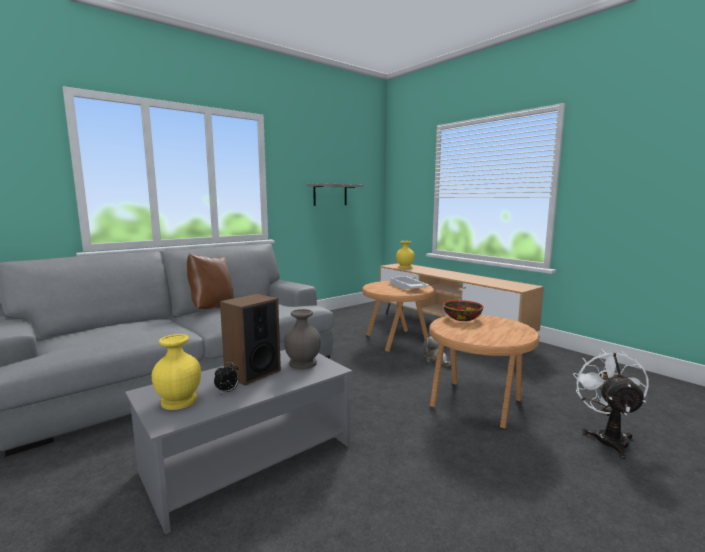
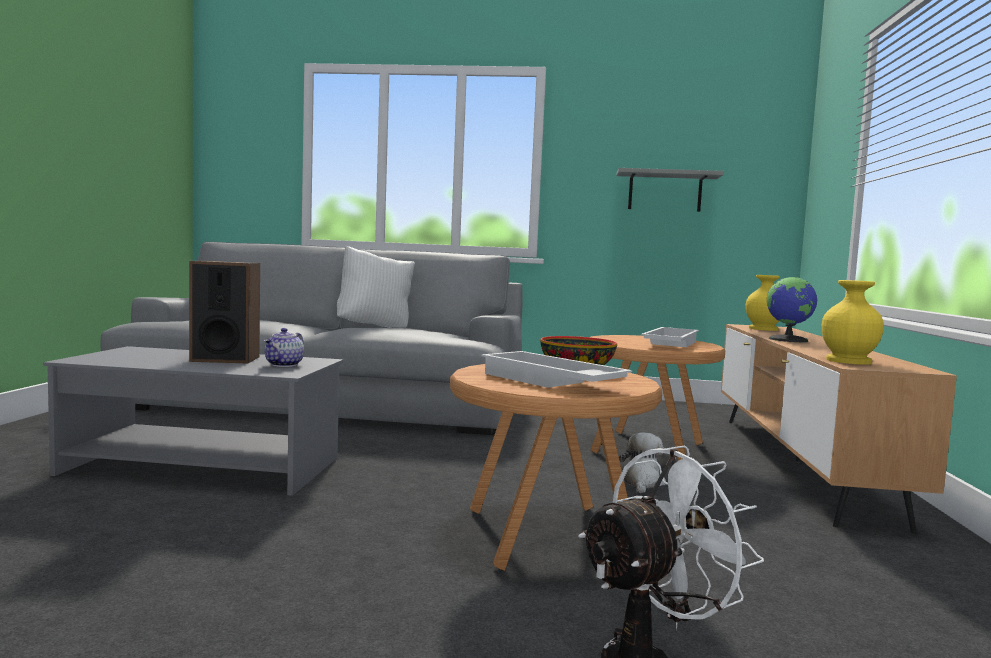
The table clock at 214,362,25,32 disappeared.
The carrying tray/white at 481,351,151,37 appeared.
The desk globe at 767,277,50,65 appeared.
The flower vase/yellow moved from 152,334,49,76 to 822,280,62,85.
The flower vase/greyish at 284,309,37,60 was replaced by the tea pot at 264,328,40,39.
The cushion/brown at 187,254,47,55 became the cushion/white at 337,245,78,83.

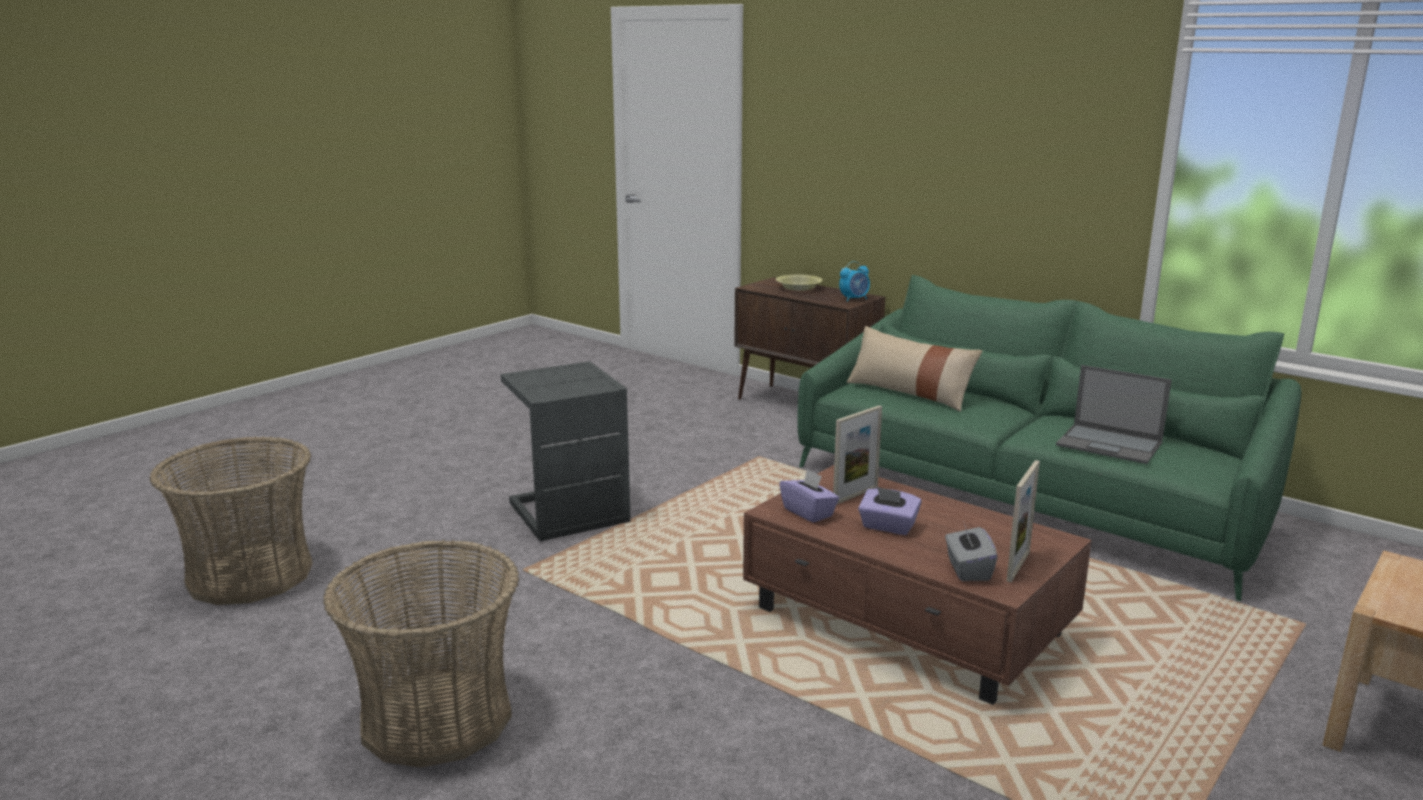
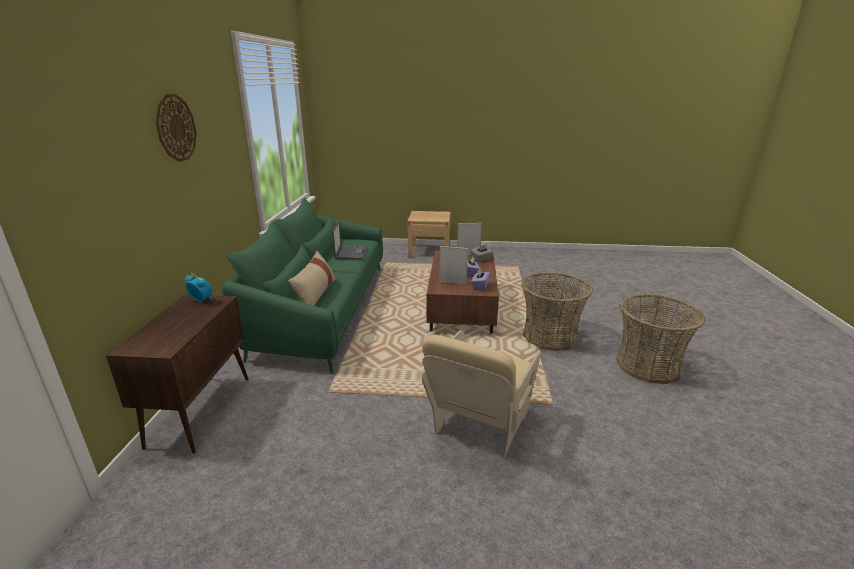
The deep dish/yellow at 776,274,47,17 disappeared.
The clock on the wall at 156,94,41,68 appeared.
The storage basket moved from 150,436,163,169 to 521,272,72,79.
The side table/greyish at 501,361,130,180 was replaced by the easy chair/beige-coloured at 422,330,119,128.

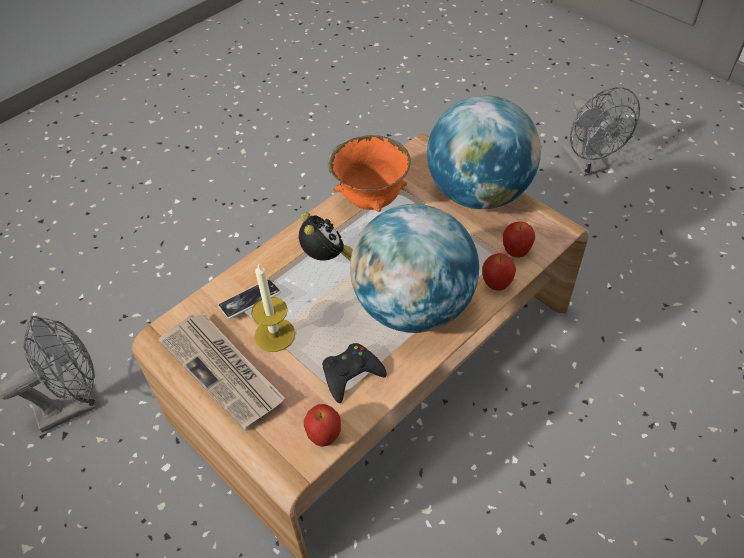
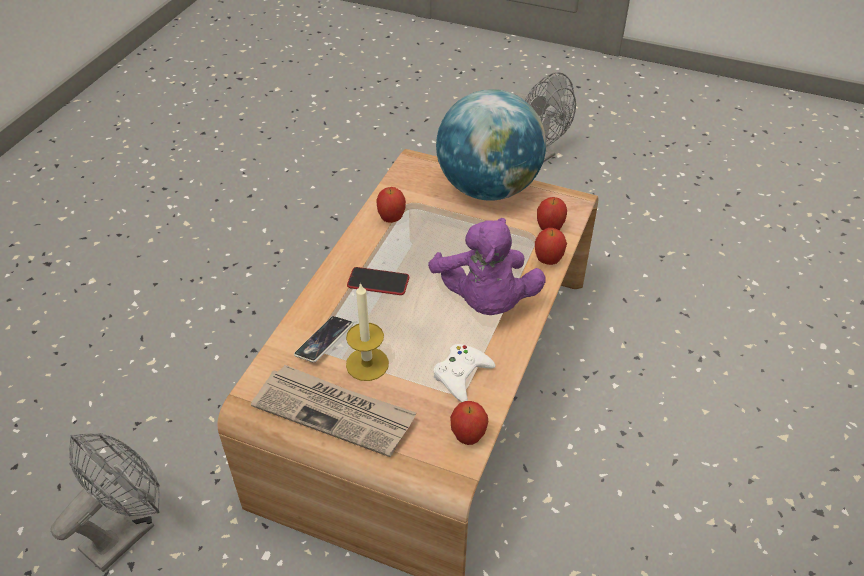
The table clock at 299,212,54,49 was replaced by the phone at 347,267,62,28.
The deep dish/orange at 328,135,83,77 was replaced by the whole apple at 376,187,30,36.
The desk globe at 350,204,129,129 was replaced by the cuddly toy/purplish at 428,218,118,97.
The gamepad/blackish at 322,343,65,60 became the gamepad/white at 433,344,62,58.

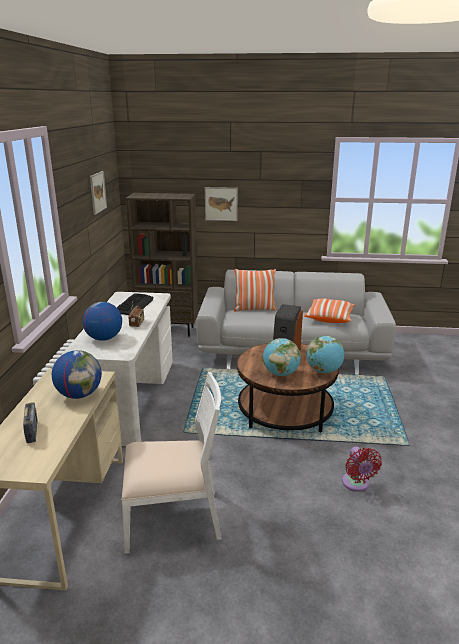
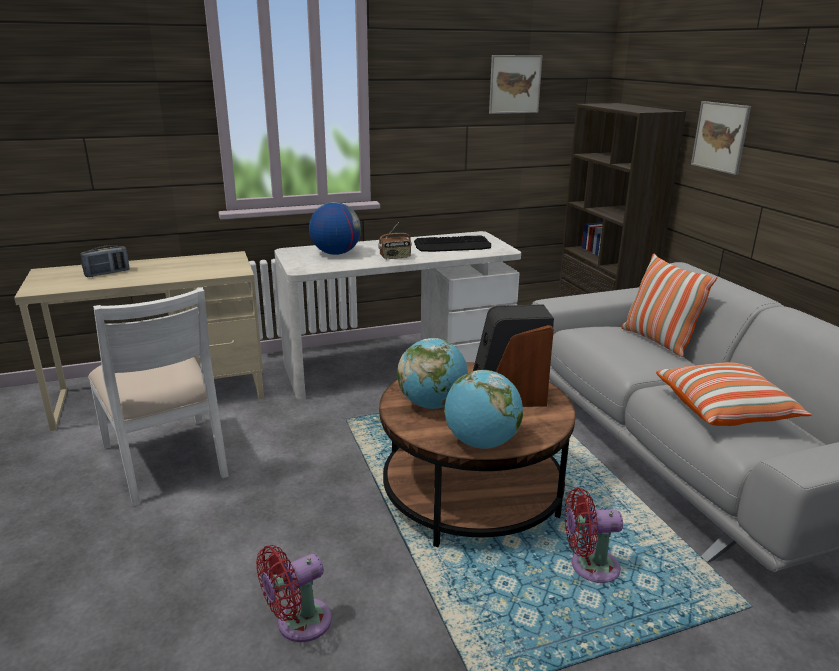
The desk globe at 52,350,50,49 disappeared.
The electric fan/red at 565,488,58,95 appeared.

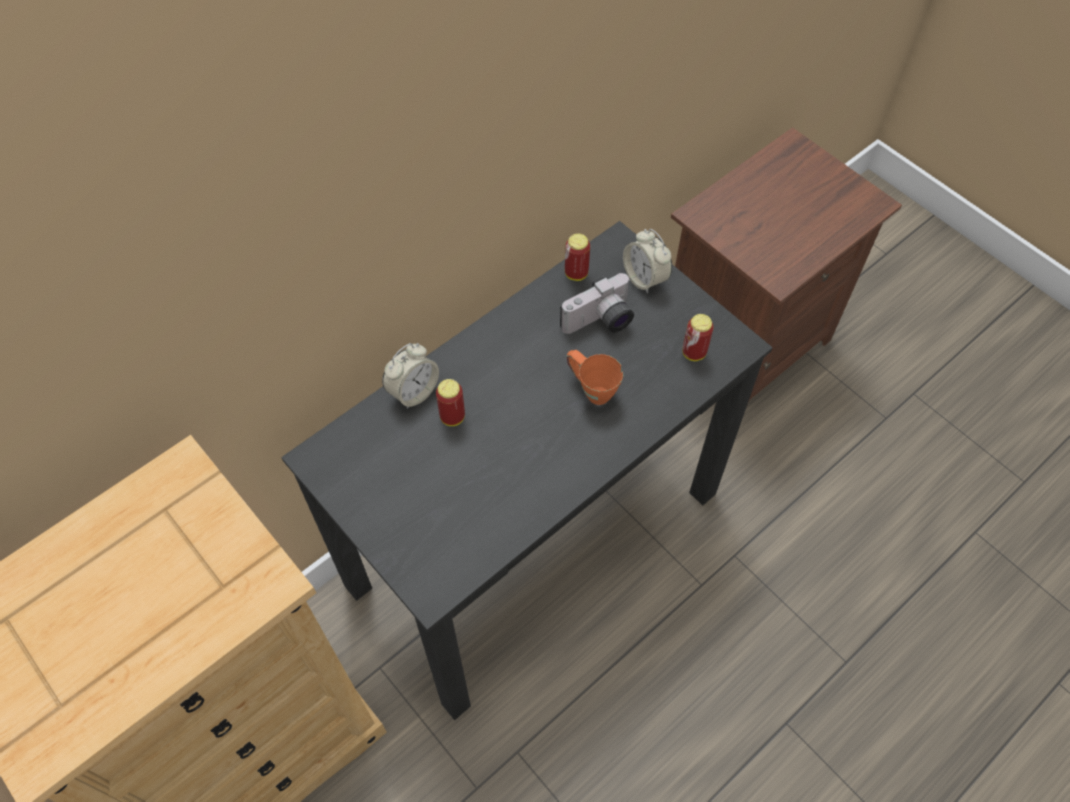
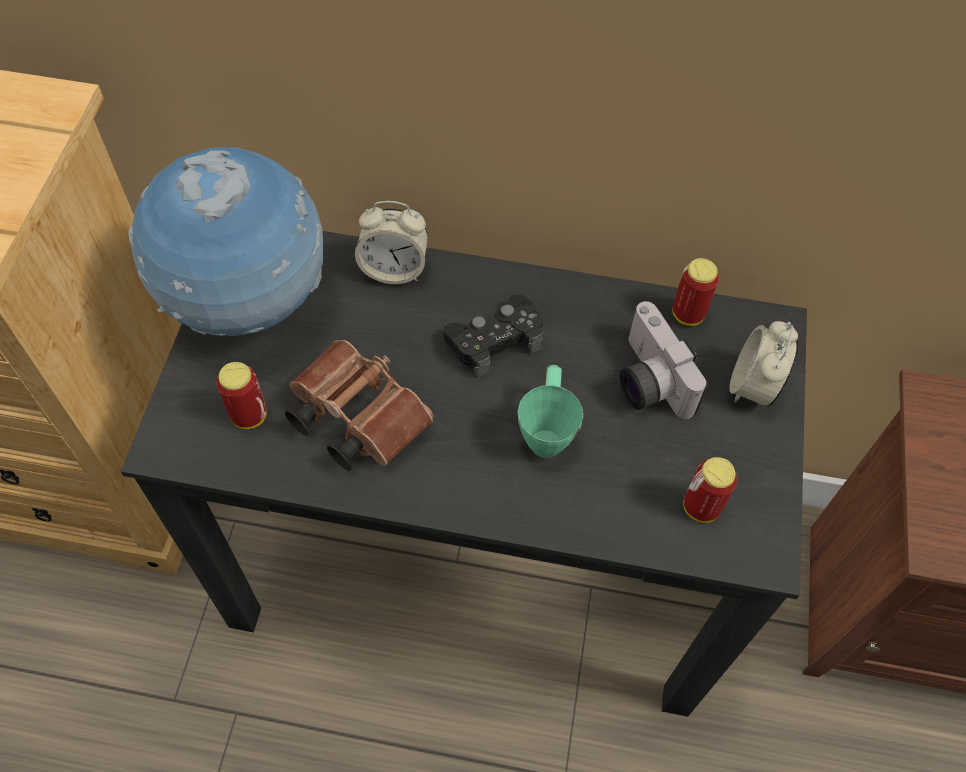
The desk globe at 129,147,194,189 appeared.
The binoculars/brown at 285,340,148,131 appeared.
The gamepad/blackish at 443,294,100,83 appeared.
The metal can moved from 436,379,29,47 to 217,362,50,67.
The mug/orange at 567,350,56,55 became the mug/greenish at 518,365,65,93.
The photo camera at 560,273,74,61 turned 45 degrees clockwise.

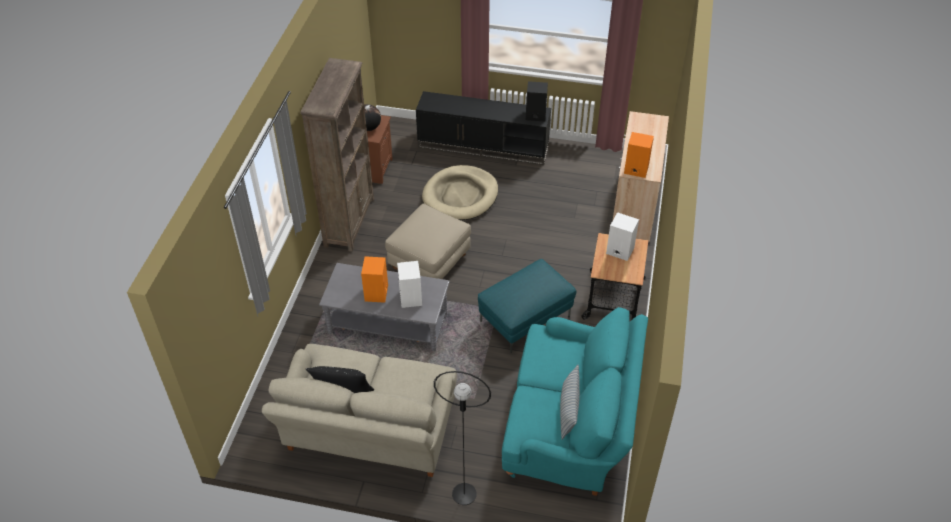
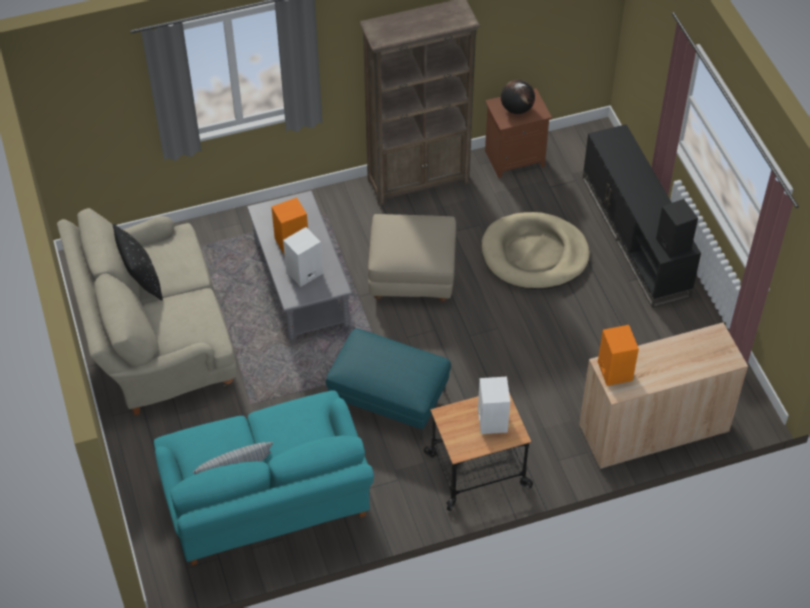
The standing lamp/blackish at 434,371,57,134 disappeared.

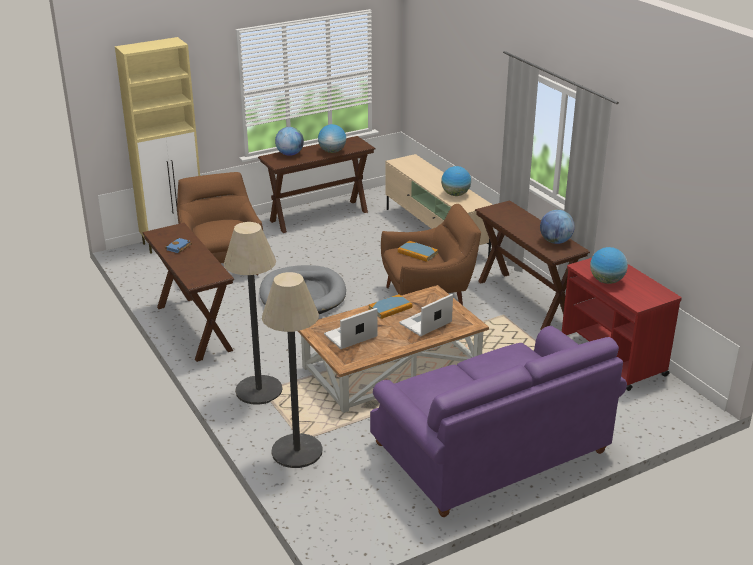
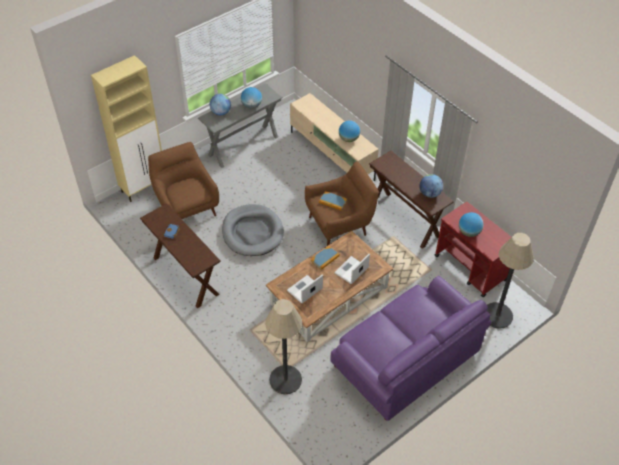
The standing lamp moved from 224,222,59,183 to 487,233,47,96.
The console table/brown at 258,136,118,97 became the console table/greyish at 198,83,85,85.

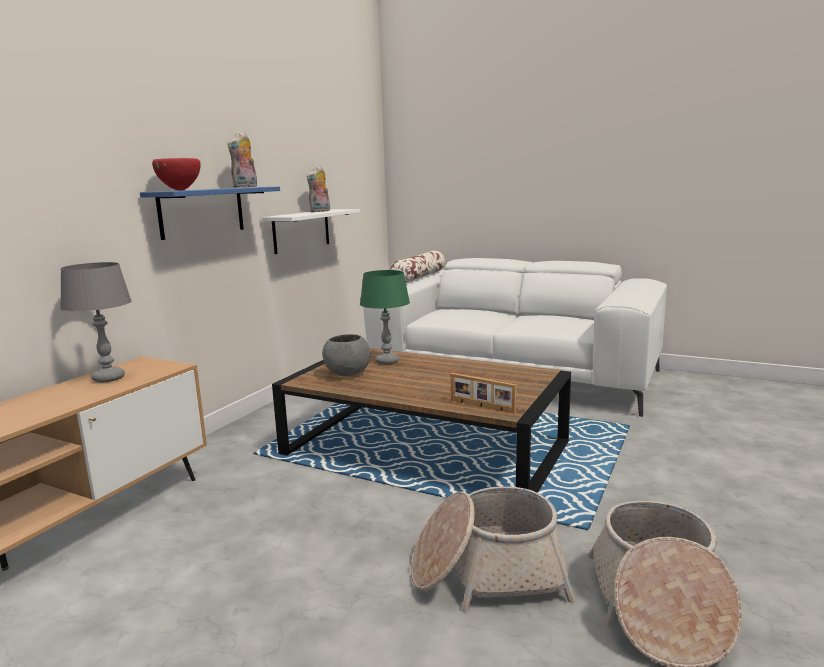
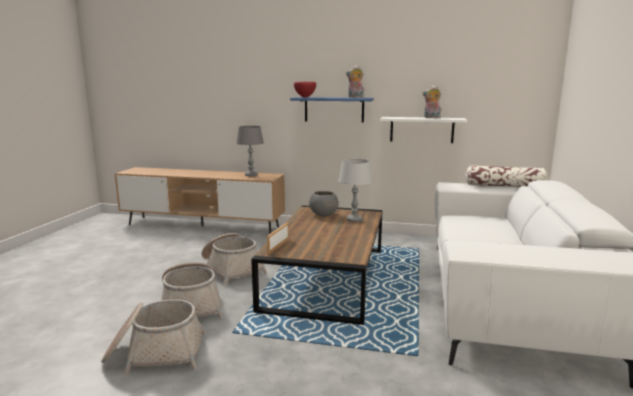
The storage basket at 201,233,66,52 appeared.
The table lamp/greenish at 360,270,50,94 became the table lamp/greyish at 339,159,33,63.

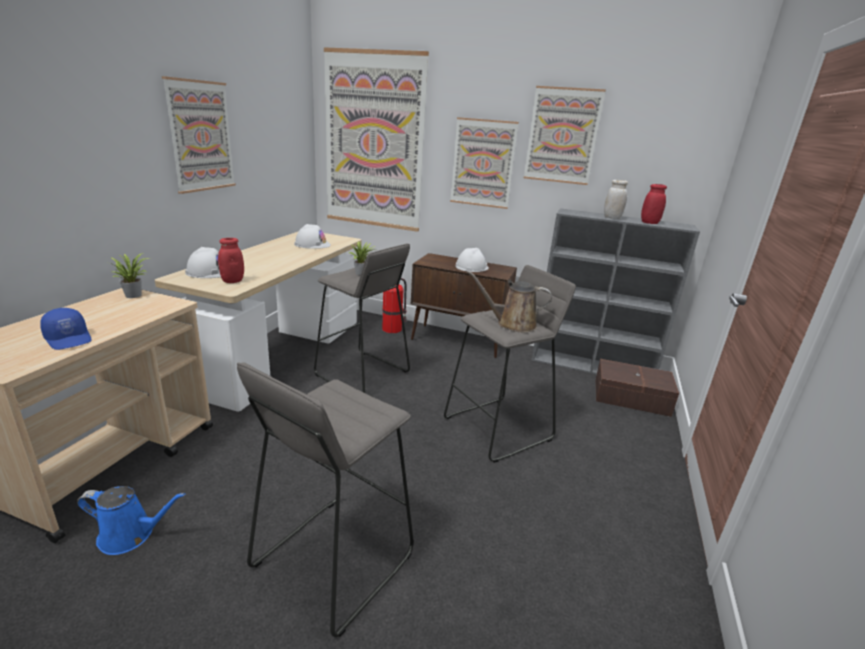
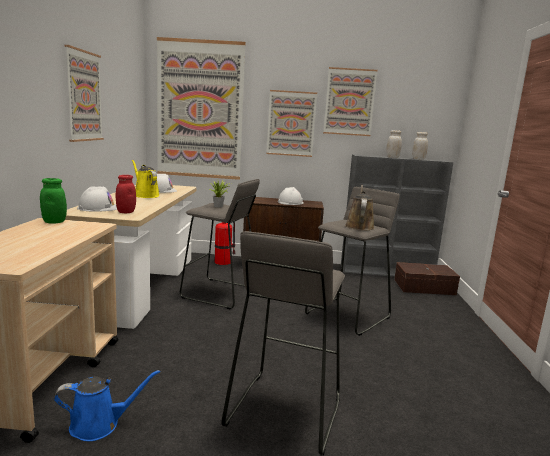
The peaked cap/blue at 40,308,51,42 disappeared.
The sprinkling can/yellow at 132,160,28,38 appeared.
The potted plant at 110,253,39,45 was replaced by the storage jar/greenish at 40,178,27,45.
The storage jar/red at 641,184,26,40 became the storage jar/white at 412,132,16,28.
The sprinkling can/brown at 467,271,85,61 turned 105 degrees clockwise.

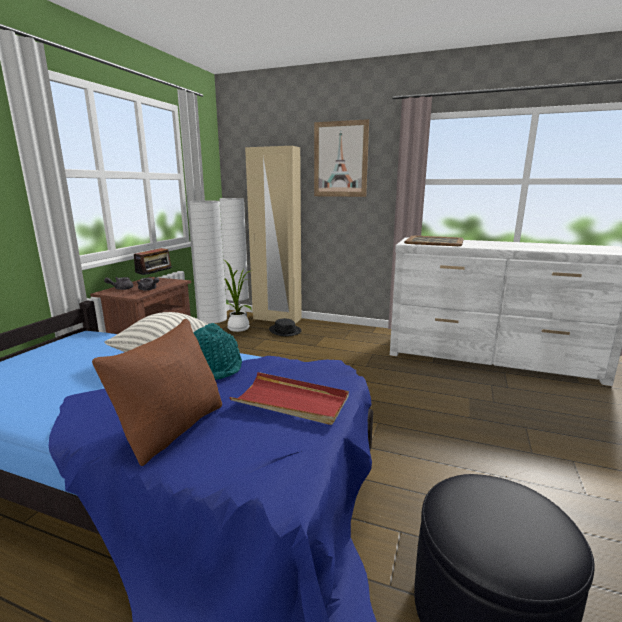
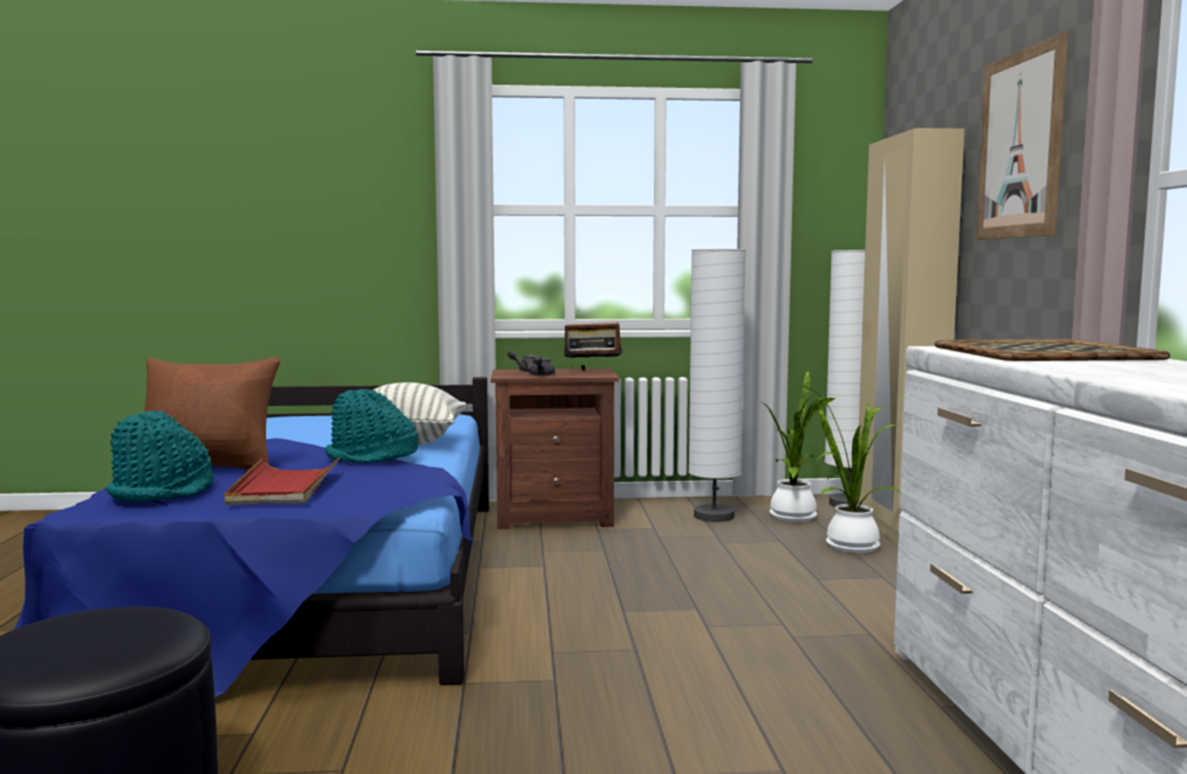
The clothing hat/turquoise at 106,411,108,91 appeared.
The clothing hat/blackish at 269,318,32,18 was replaced by the potted plant at 802,386,99,167.

